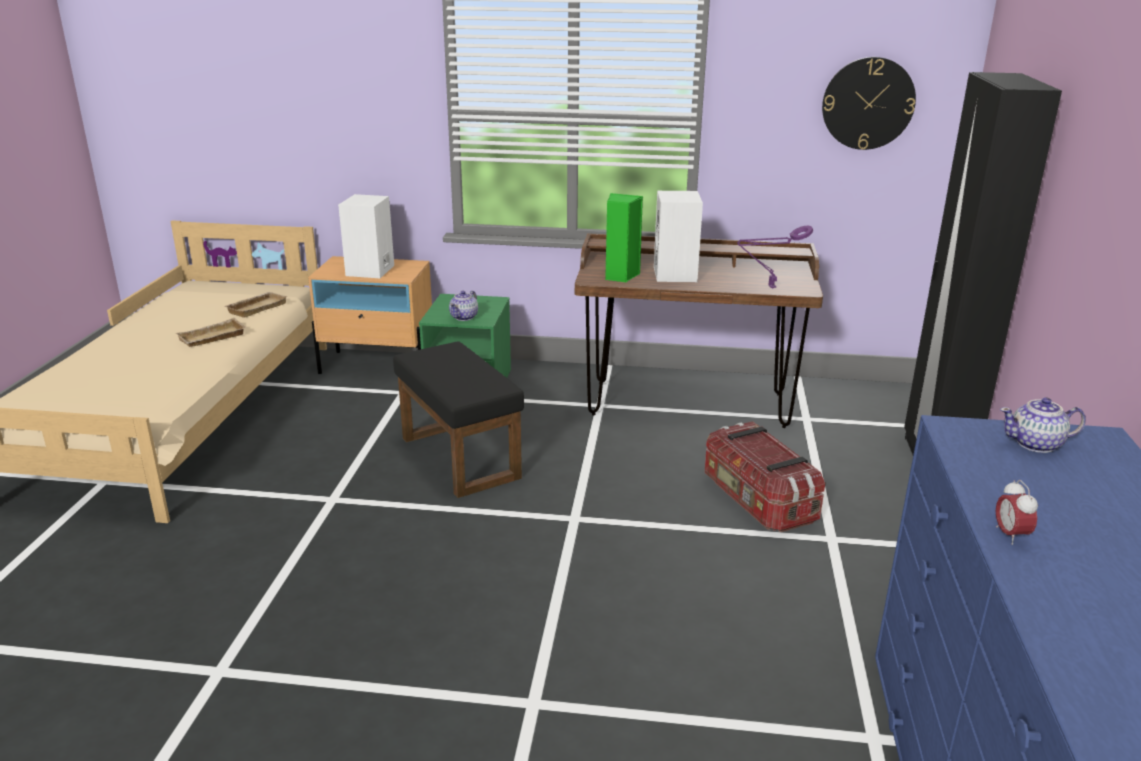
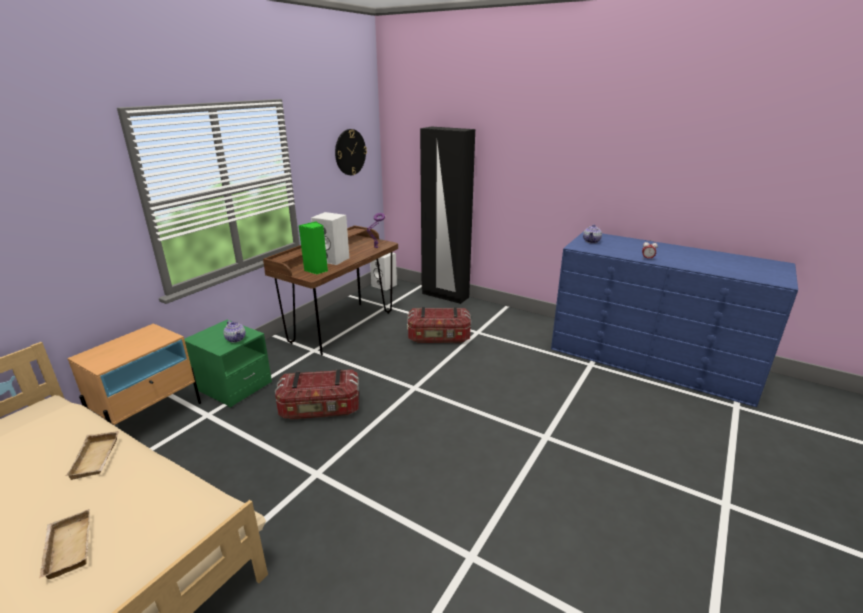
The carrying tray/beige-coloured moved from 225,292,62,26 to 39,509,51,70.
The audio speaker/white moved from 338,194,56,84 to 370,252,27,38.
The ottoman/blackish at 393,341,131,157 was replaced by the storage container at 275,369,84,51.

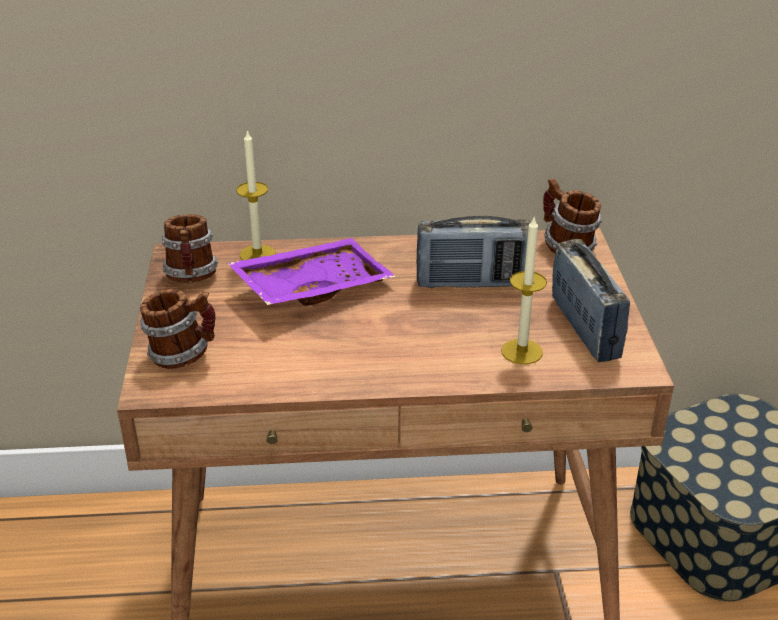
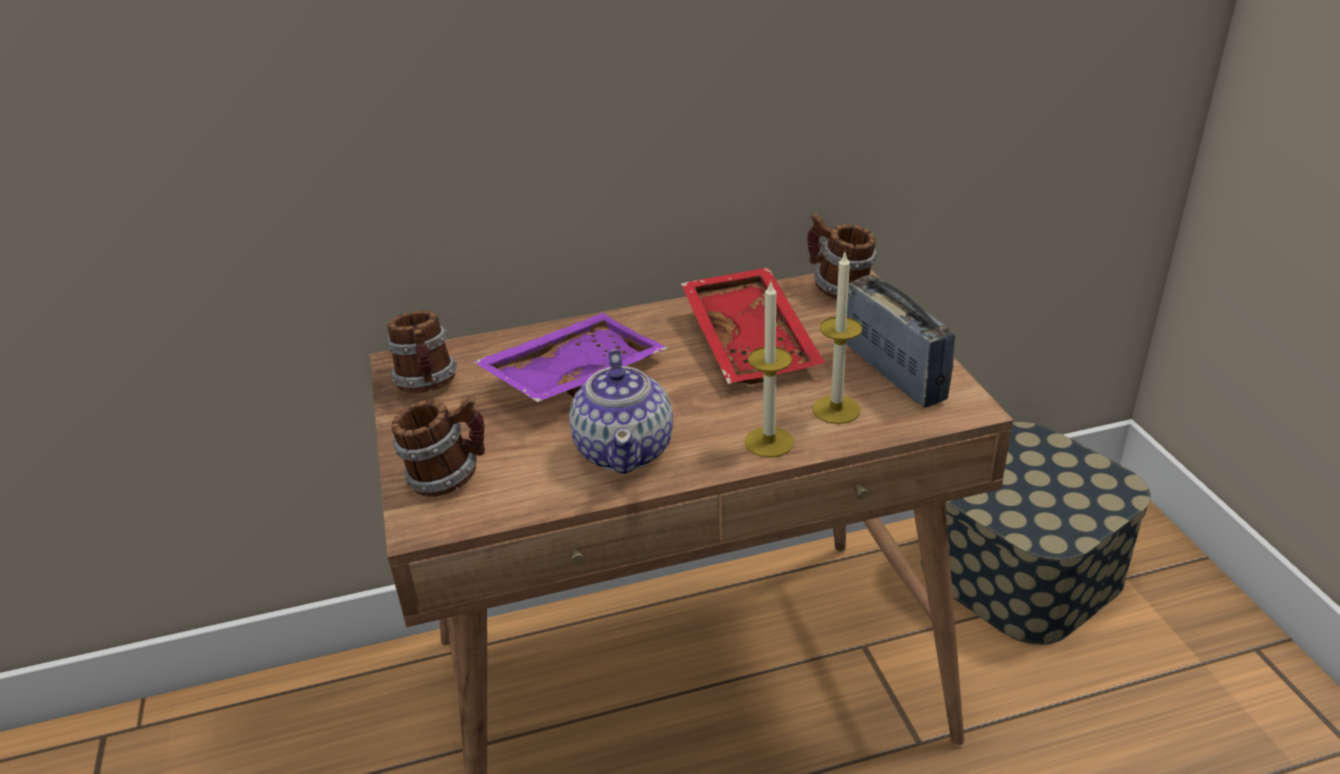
The tea pot at 569,350,104,124 appeared.
The candle moved from 236,129,40,131 to 745,281,49,177.
The radio receiver at 416,216,115,72 was replaced by the carrying tray/red at 681,267,144,117.

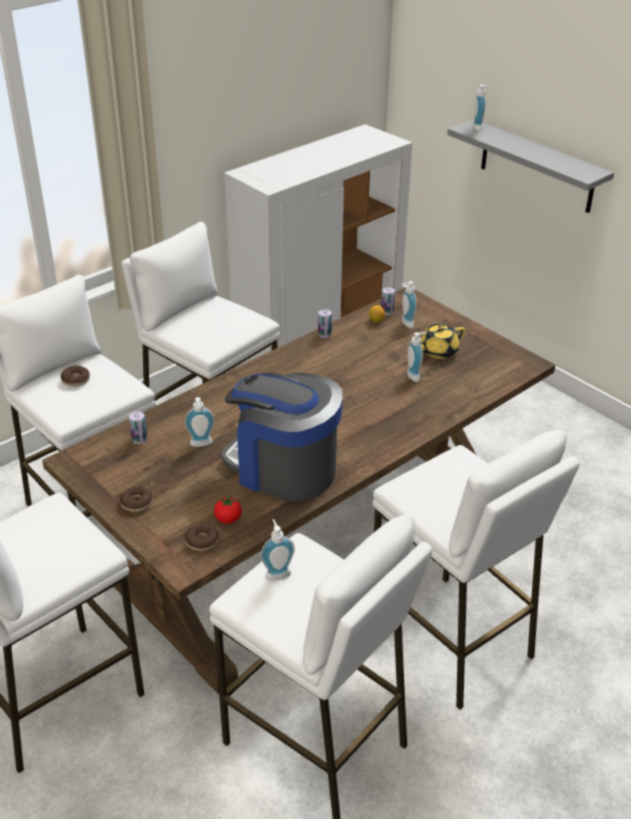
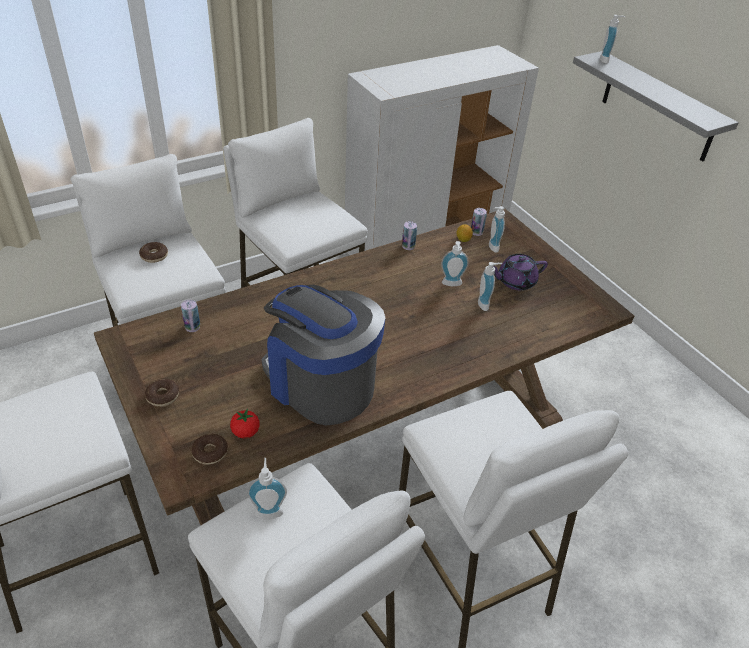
The liquid soap bottle moved from 185,397,30,50 to 441,241,28,45.
The tea pot/yellow at 421,324,44,35 became the tea pot/purplish at 494,254,54,36.

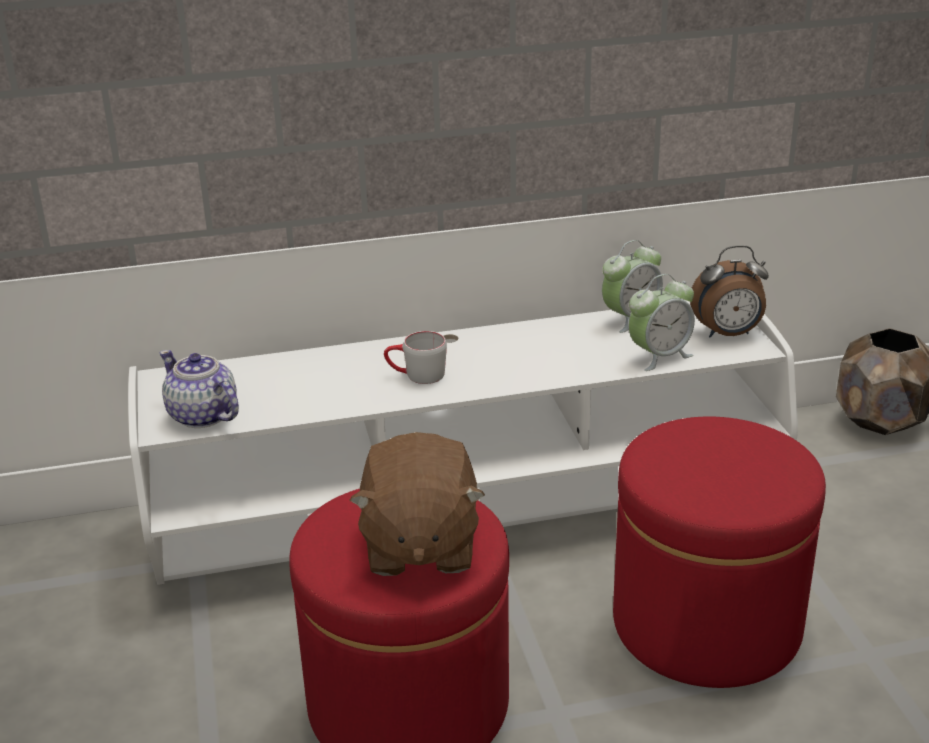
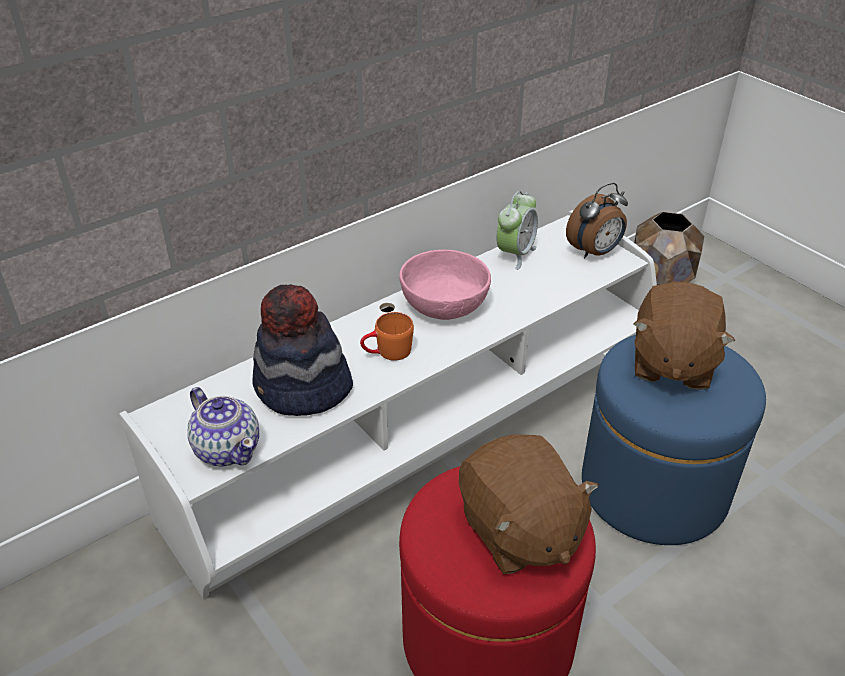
The table clock at 629,274,66,97 disappeared.
The clothing hat at 252,284,101,132 appeared.
The deep dish/pink-coloured at 399,250,92,70 appeared.
The cuddly toy/brown at 633,282,102,108 appeared.
The mug/greyish at 384,331,63,53 became the mug/orange at 360,312,54,49.
The ottoman/red at 613,417,213,271 became the ottoman/blue at 582,335,184,210.
The tea pot at 159,350,80,78 turned 150 degrees counterclockwise.

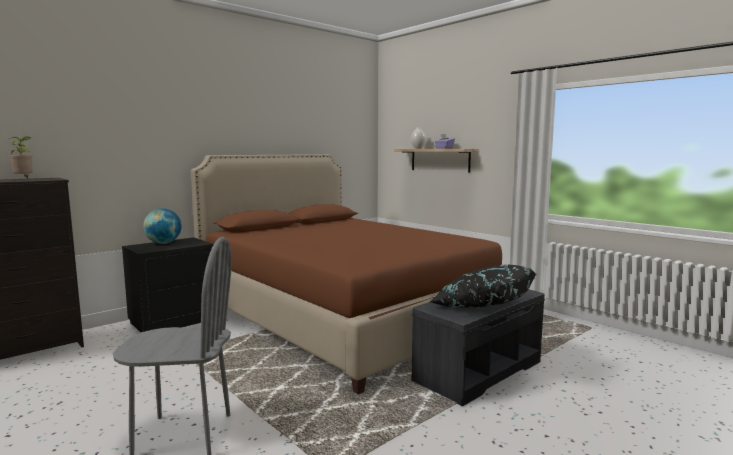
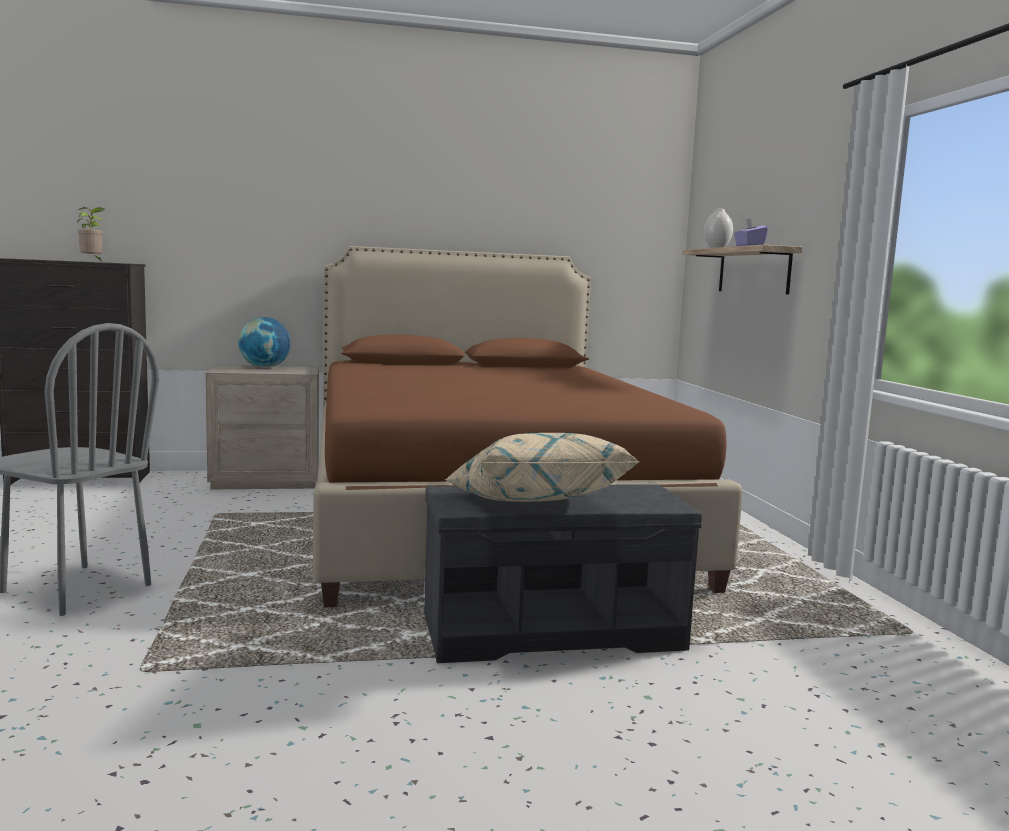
The nightstand/blackish at 122,237,92,95 became the nightstand/beige-coloured at 206,365,113,124.
The cushion/blackish at 430,265,106,43 became the cushion/beige-coloured at 445,433,196,69.

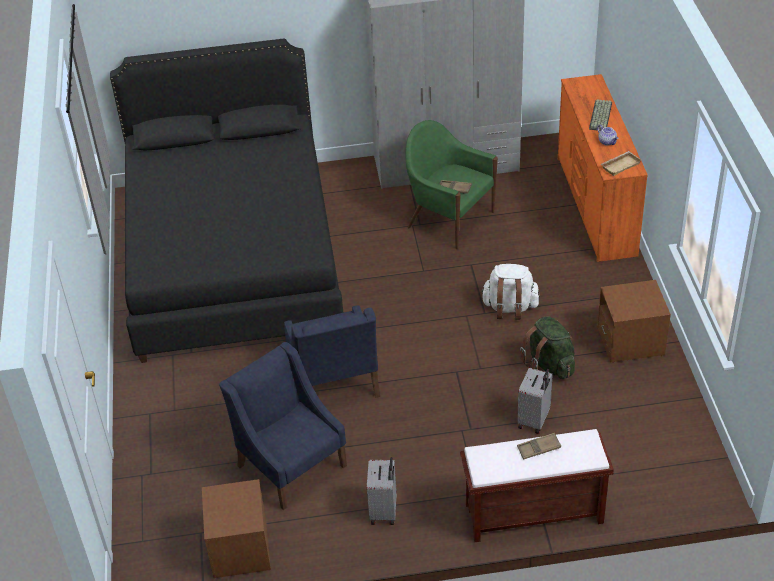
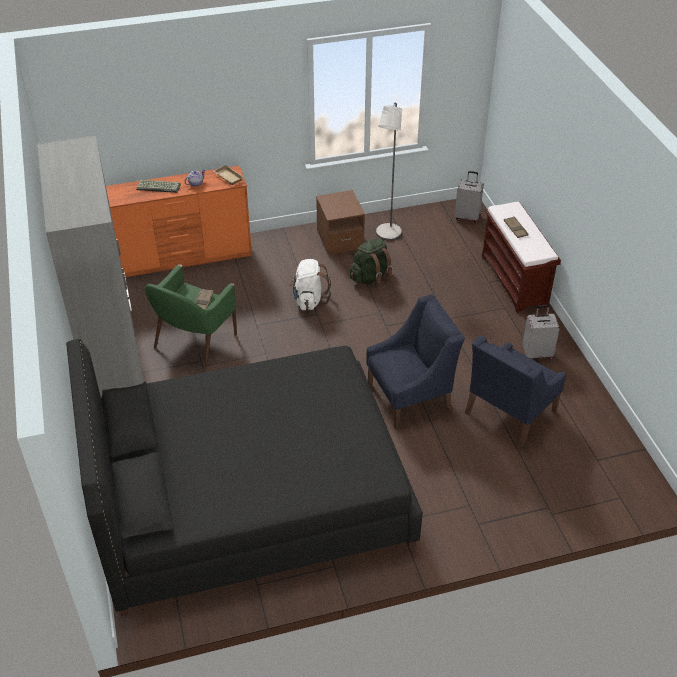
The nightstand/brown at 202,479,69,99 disappeared.
The standing lamp/greyish at 376,103,26,138 appeared.
The suitcase/greyish moved from 517,368,36,66 to 455,171,29,53.

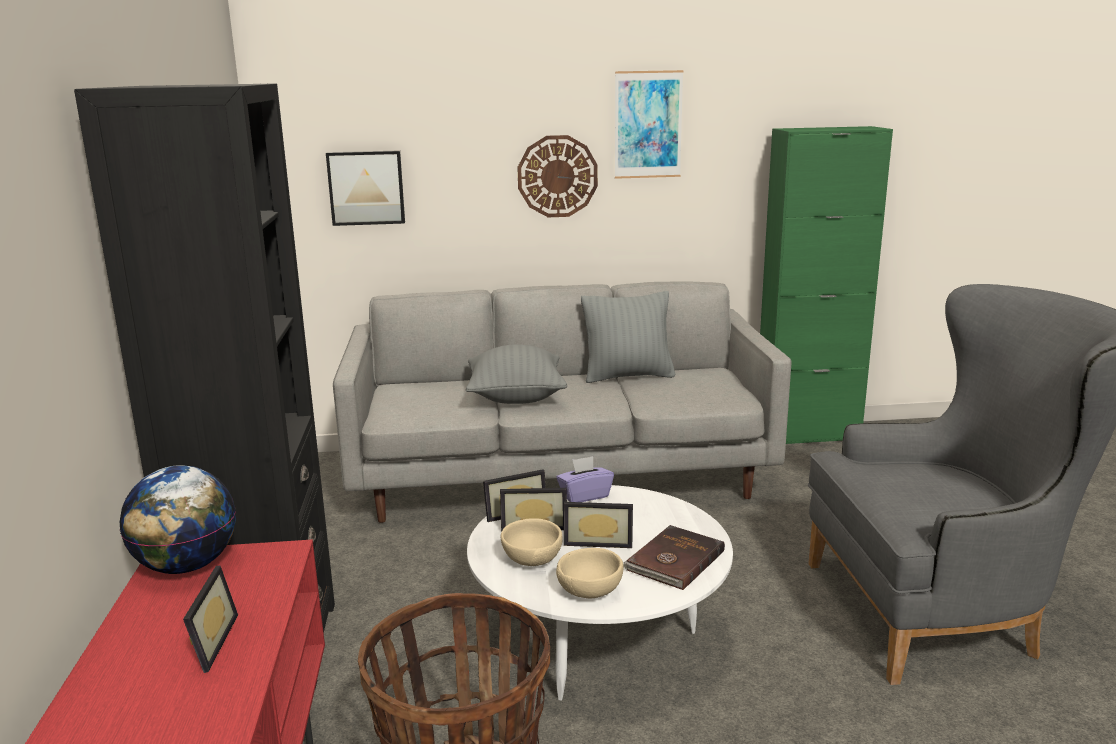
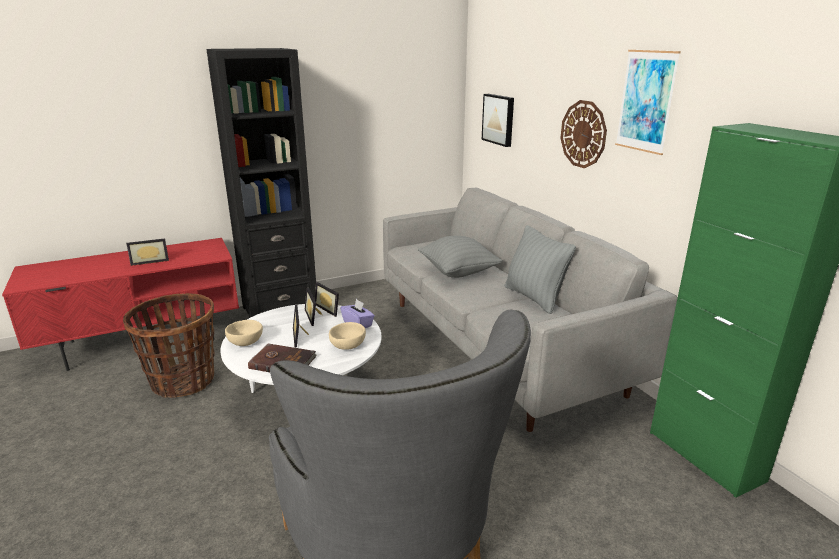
The desk globe at 120,465,116,109 disappeared.
The deep dish/beige-coloured moved from 500,518,62,48 to 329,322,37,28.

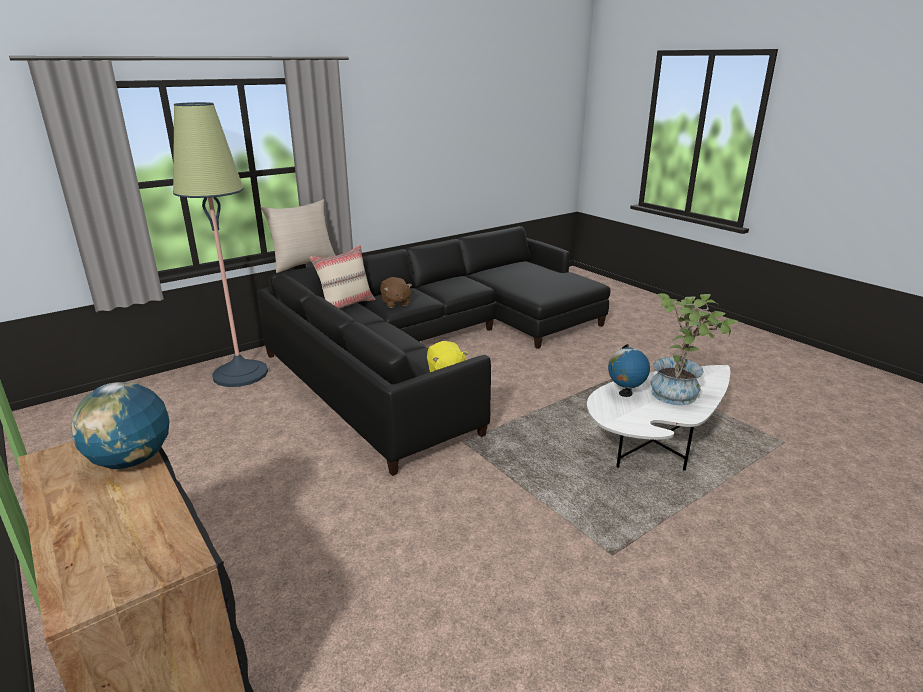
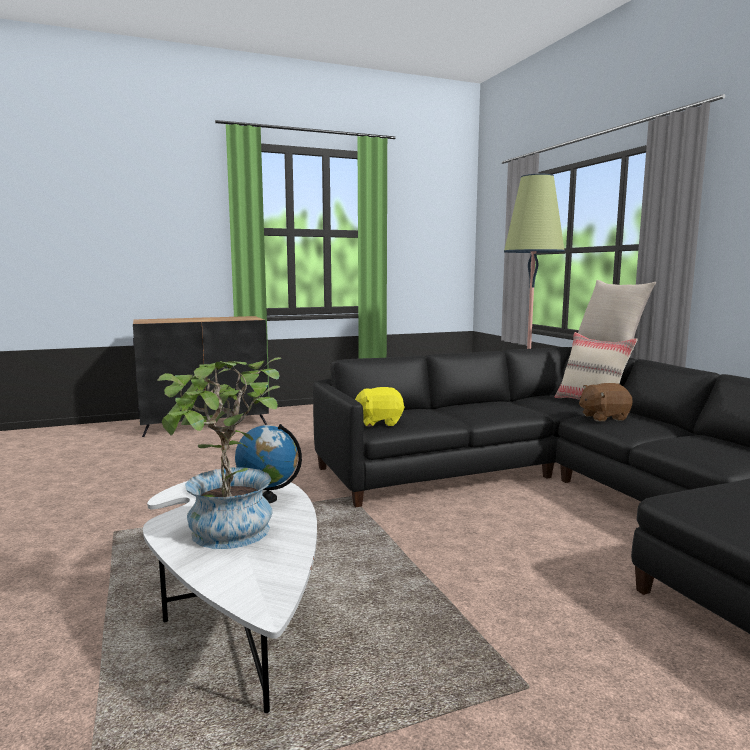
The desk globe at 71,382,98,87 disappeared.

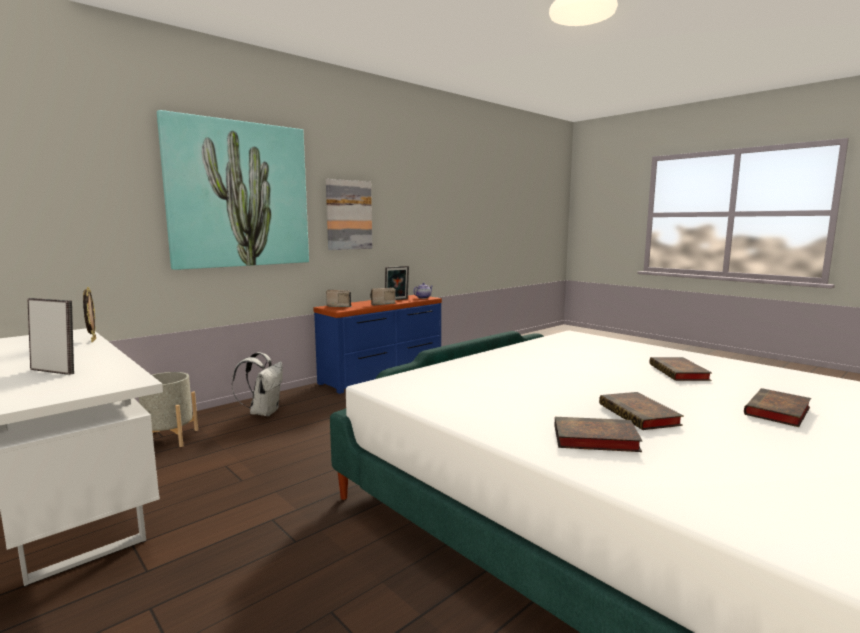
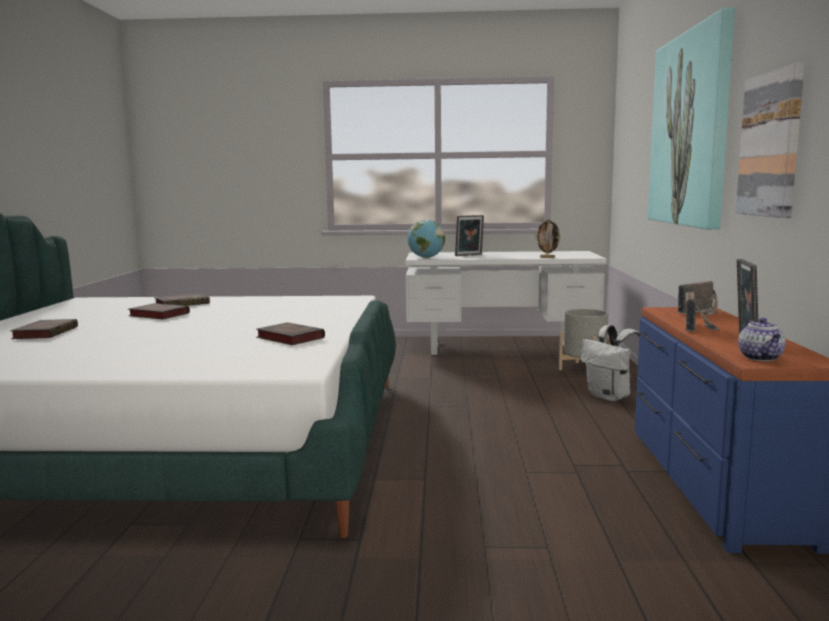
The desk globe at 407,220,38,38 appeared.
The book moved from 650,357,62,24 to 256,322,69,23.

